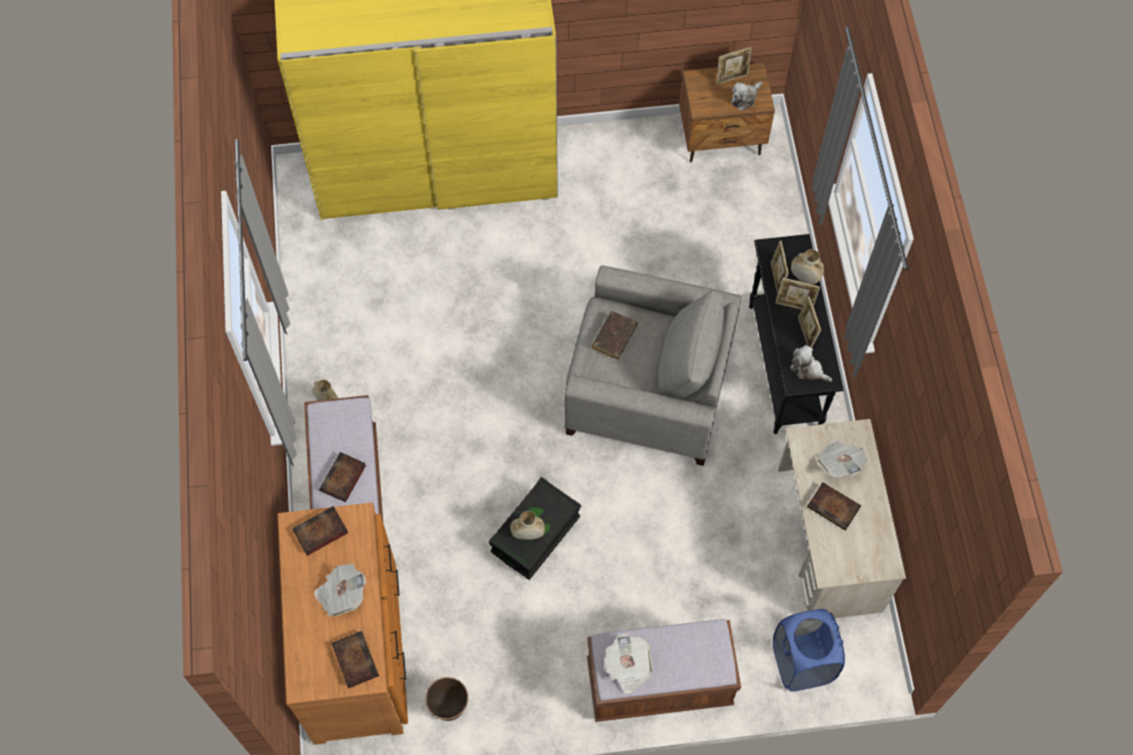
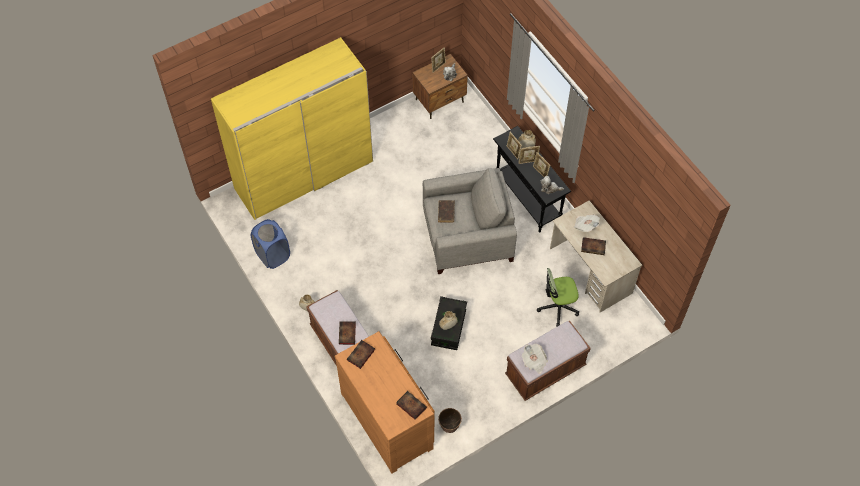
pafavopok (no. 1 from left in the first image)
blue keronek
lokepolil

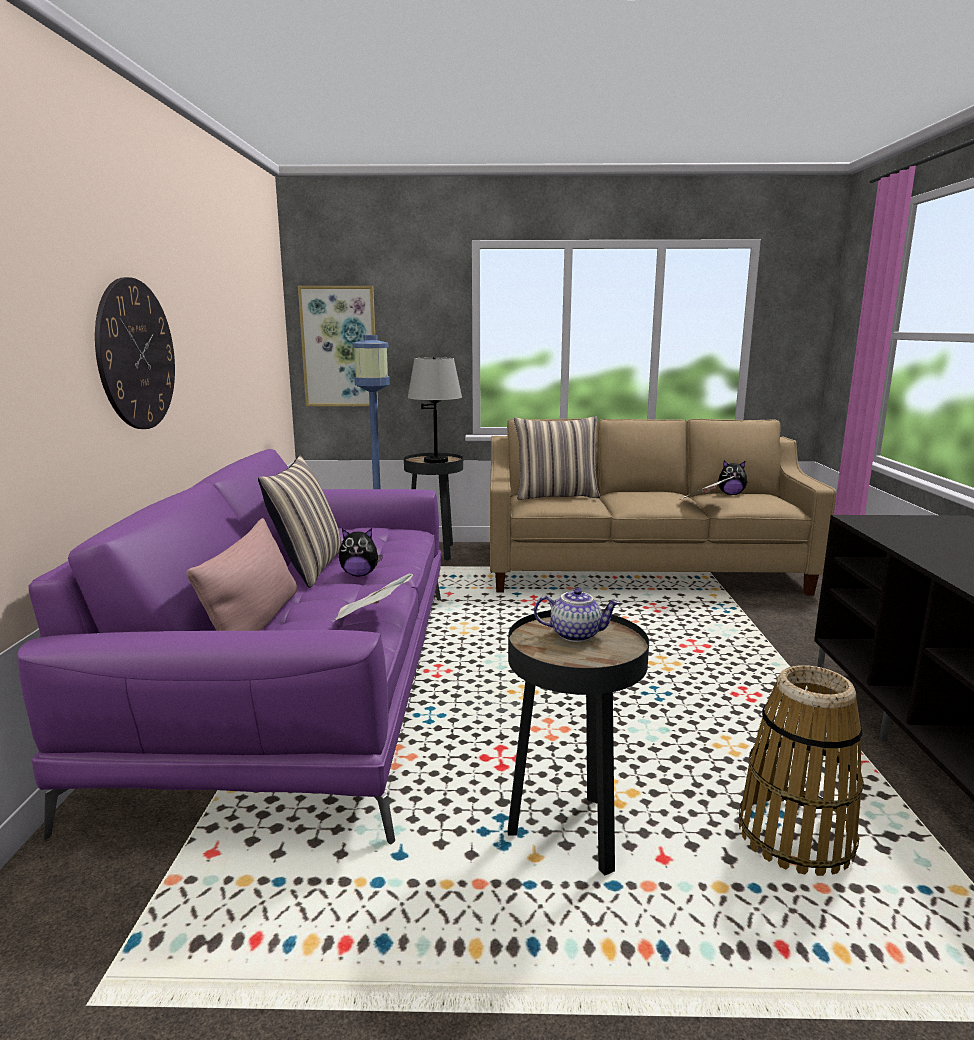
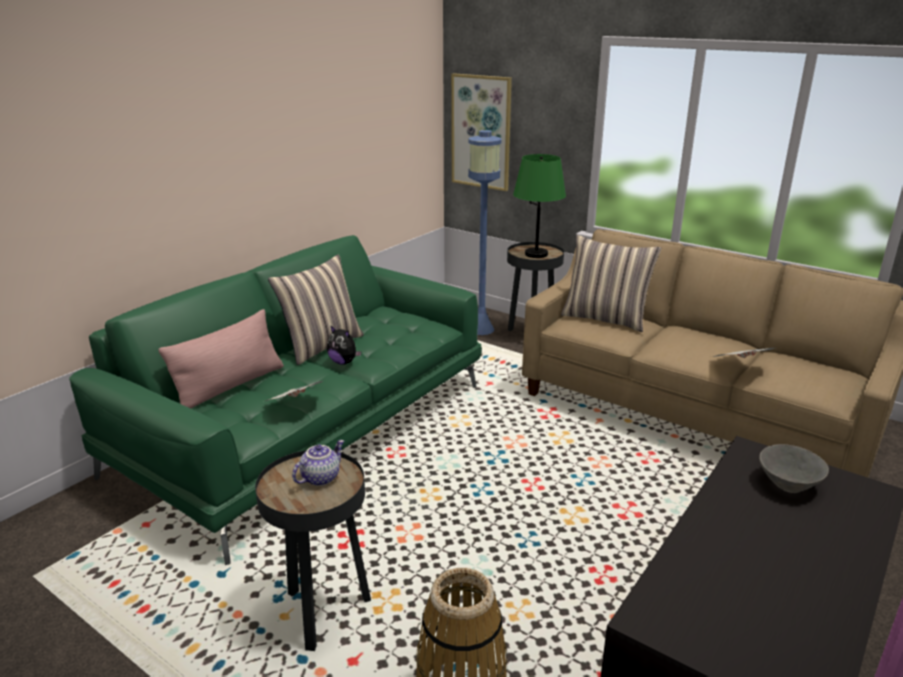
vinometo
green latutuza
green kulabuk
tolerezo (no. 2 from left in the first image)
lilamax
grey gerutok

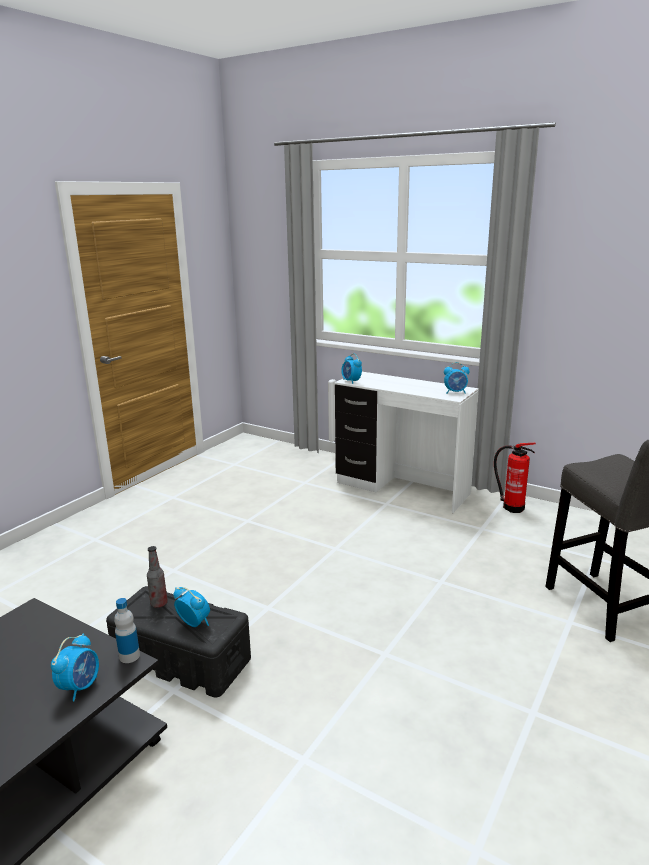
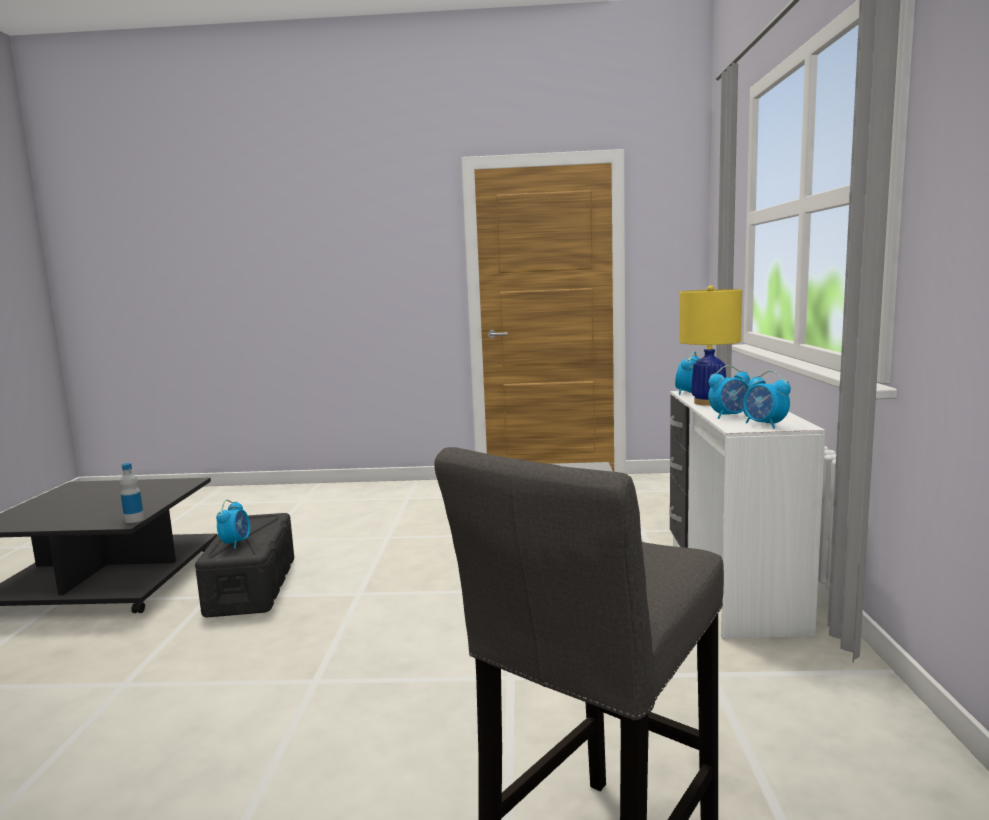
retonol
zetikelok (no. 2 from left in the first image)
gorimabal (no. 3 from left)
yellow latutuza

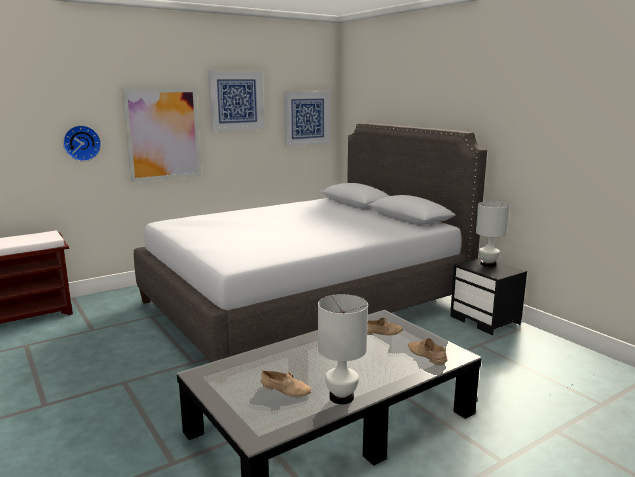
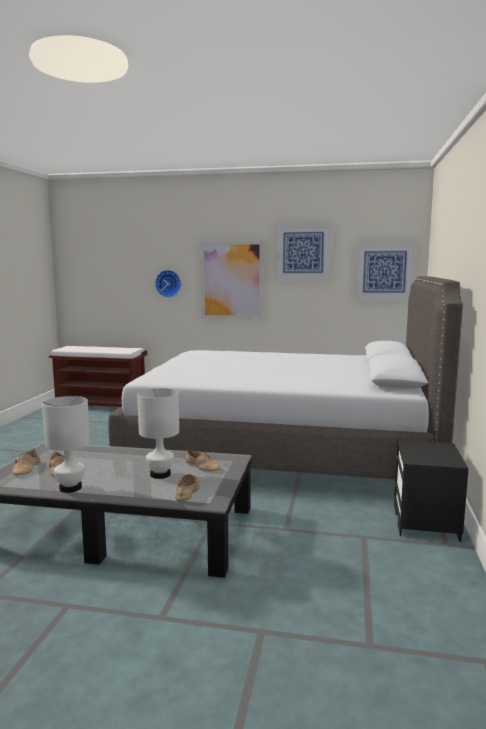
white latutuza (no. 2 from left)
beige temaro (no. 1 from left)

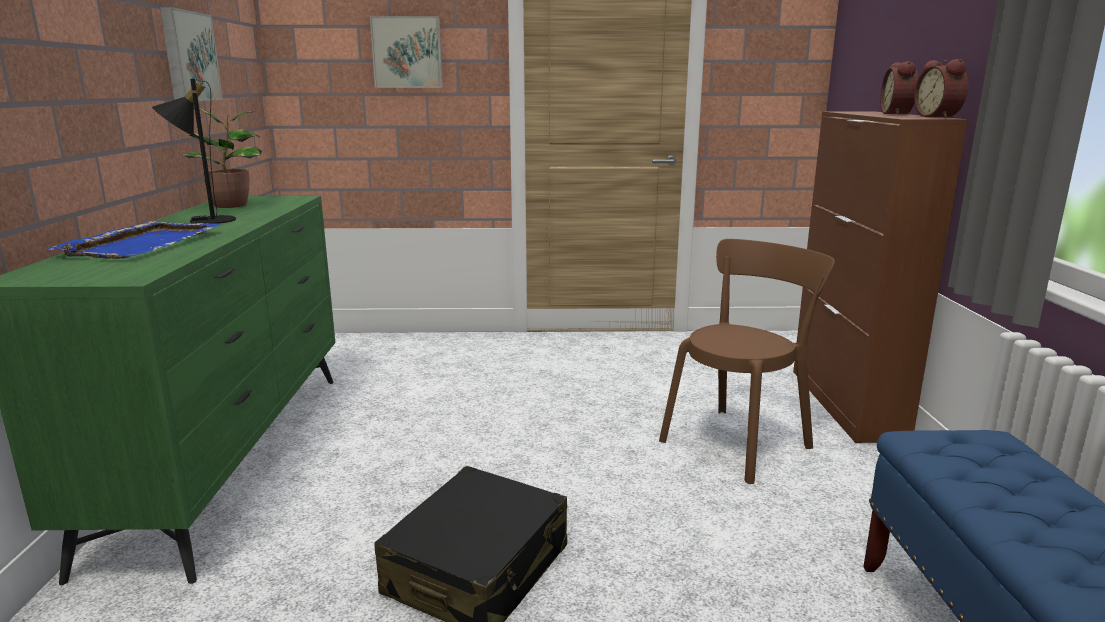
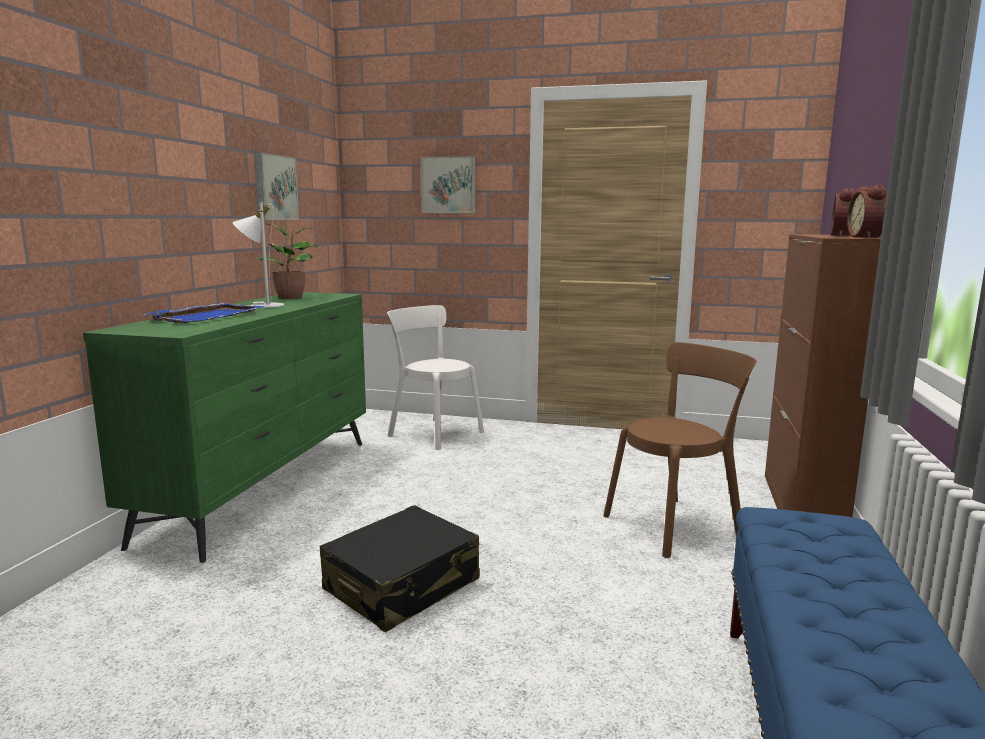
white latutuza
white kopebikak

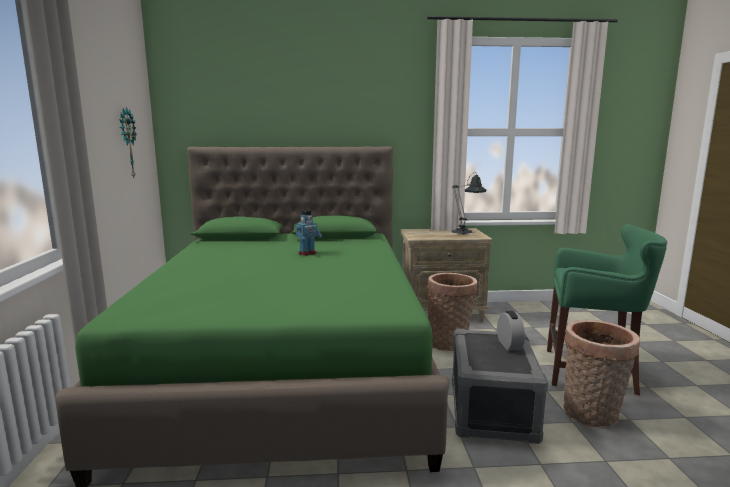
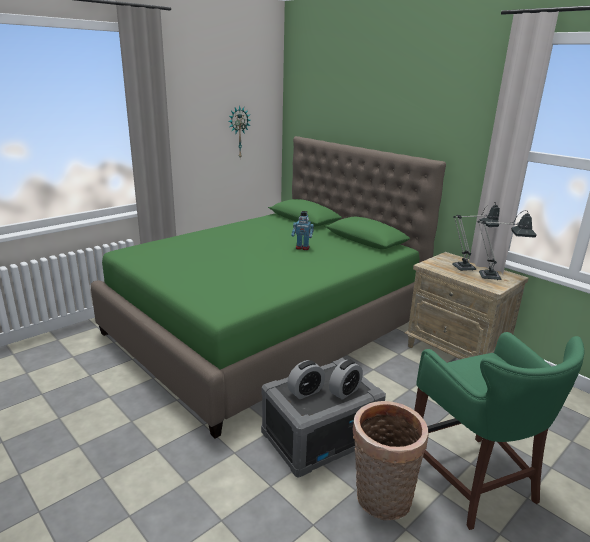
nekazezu (no. 1 from left in the first image)
latutuza (no. 1 from left)
gorimabal (no. 1 from left)

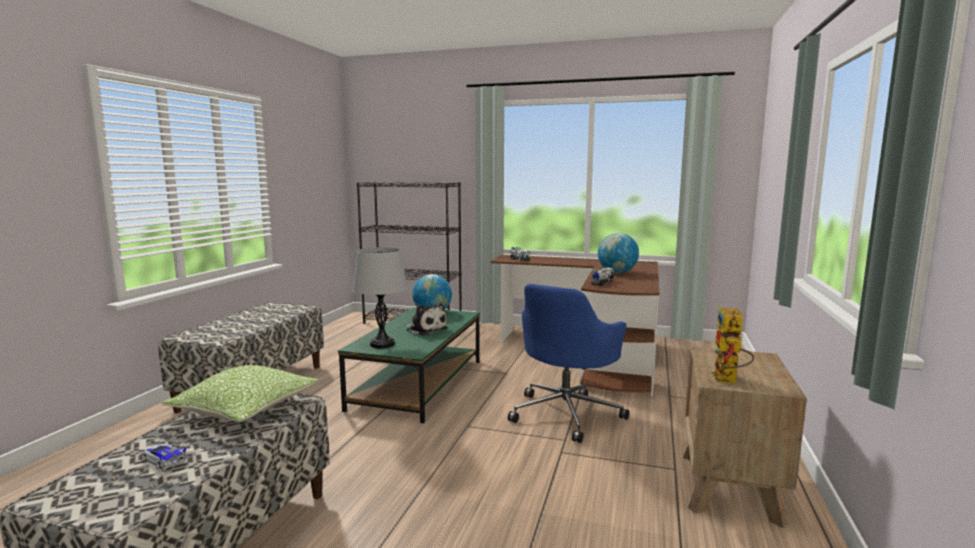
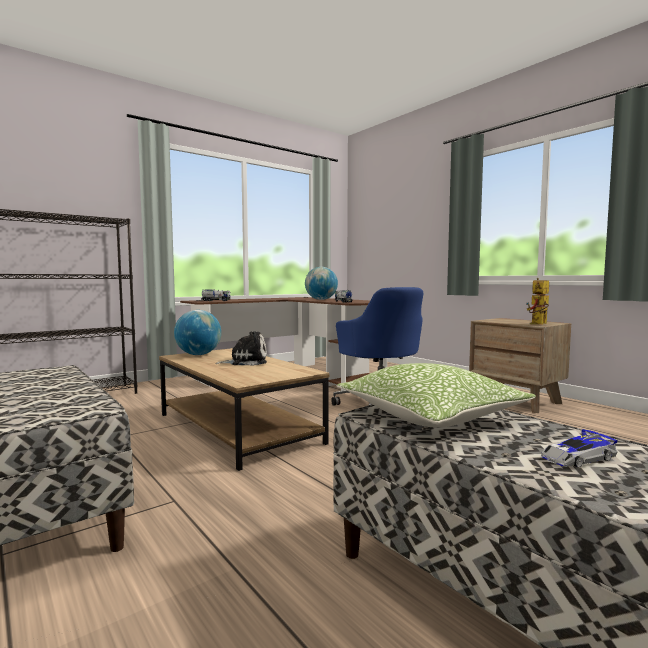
grey latutuza
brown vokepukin
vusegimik

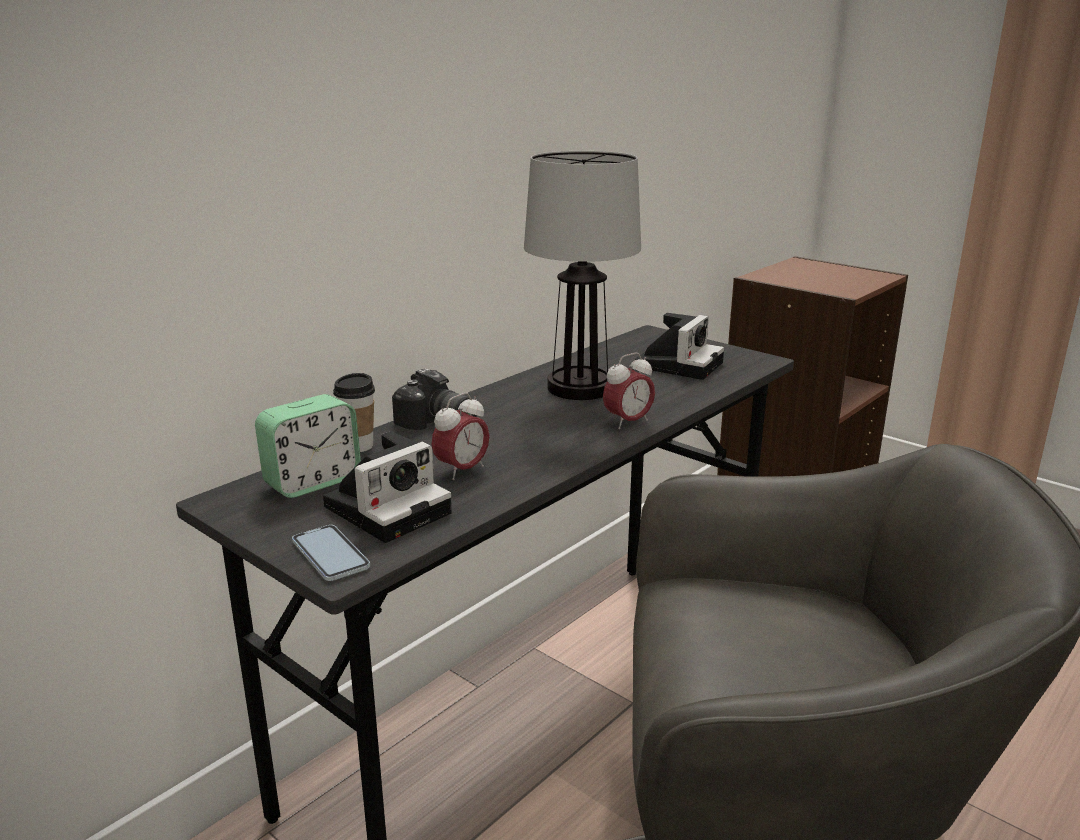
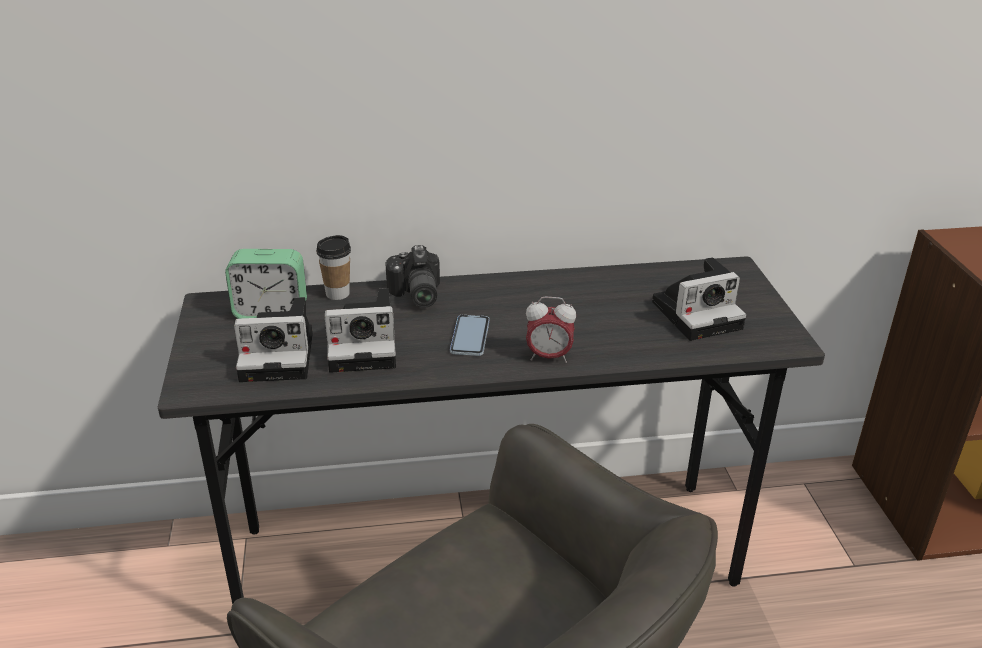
latutuza
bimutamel (no. 2 from left)
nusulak

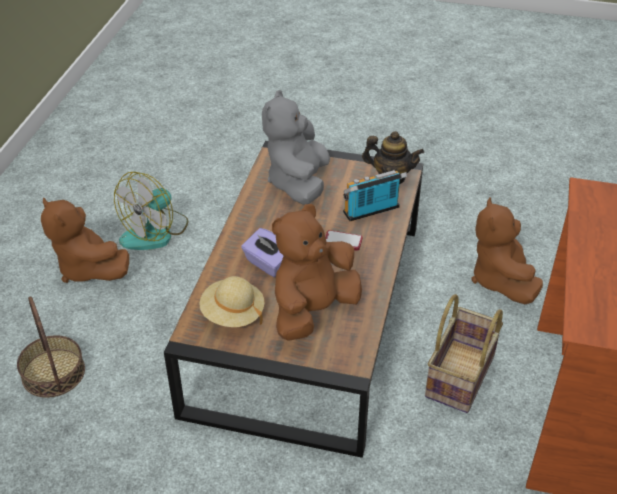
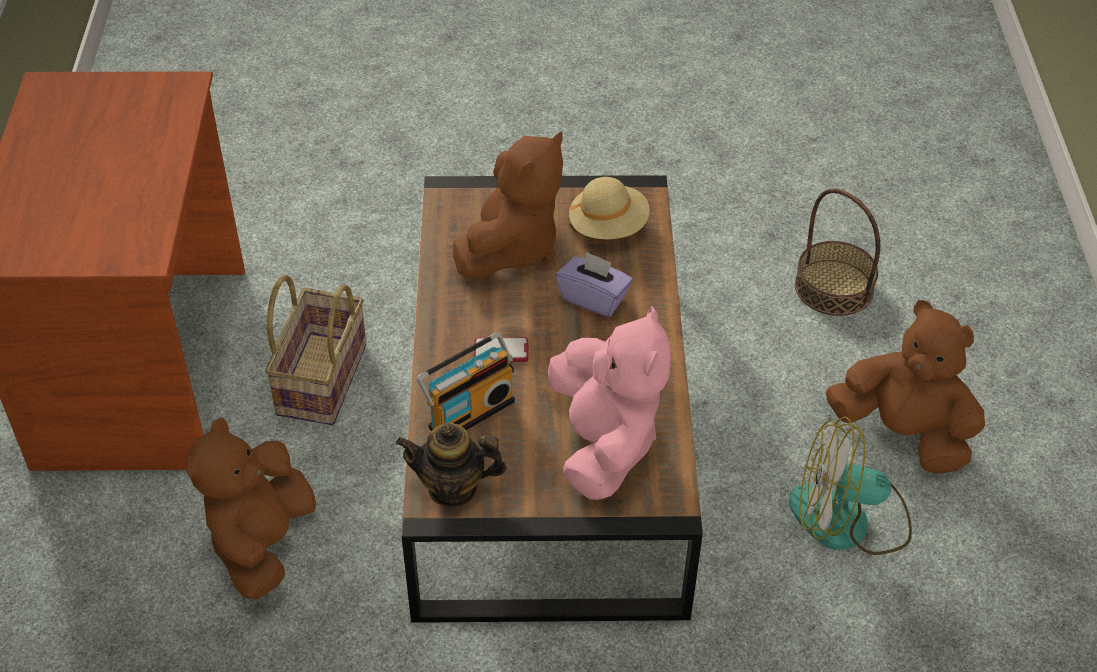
pink tolerezo
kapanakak
brown tolerezo (no. 1 from left)

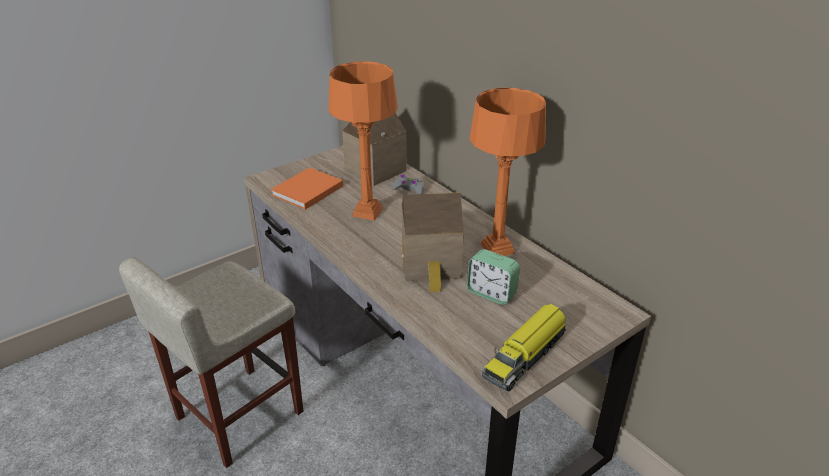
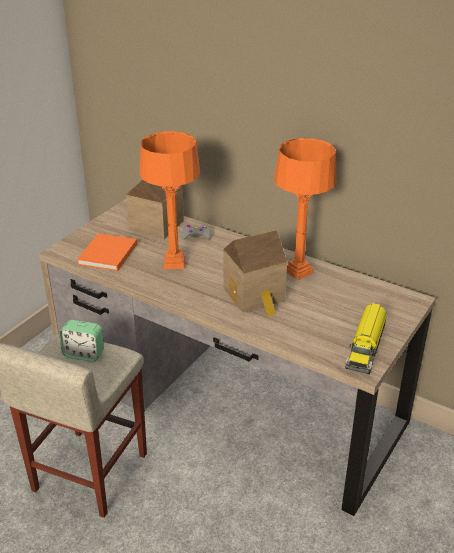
gorimabal

